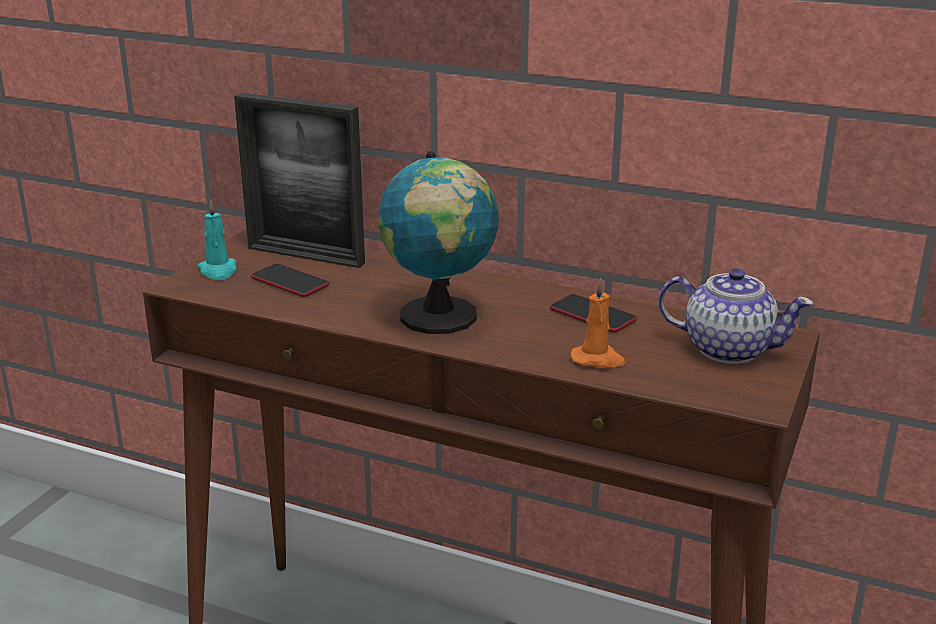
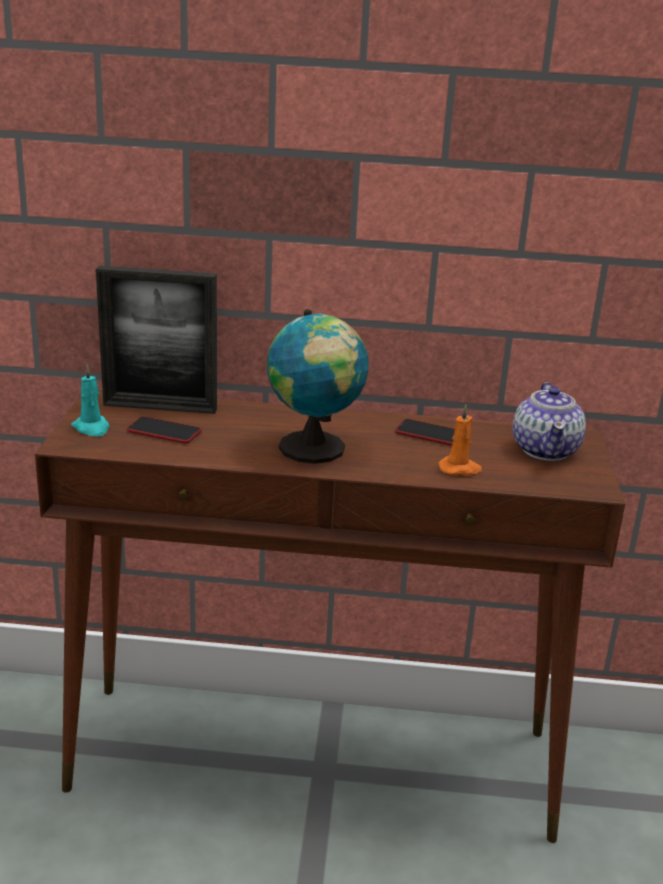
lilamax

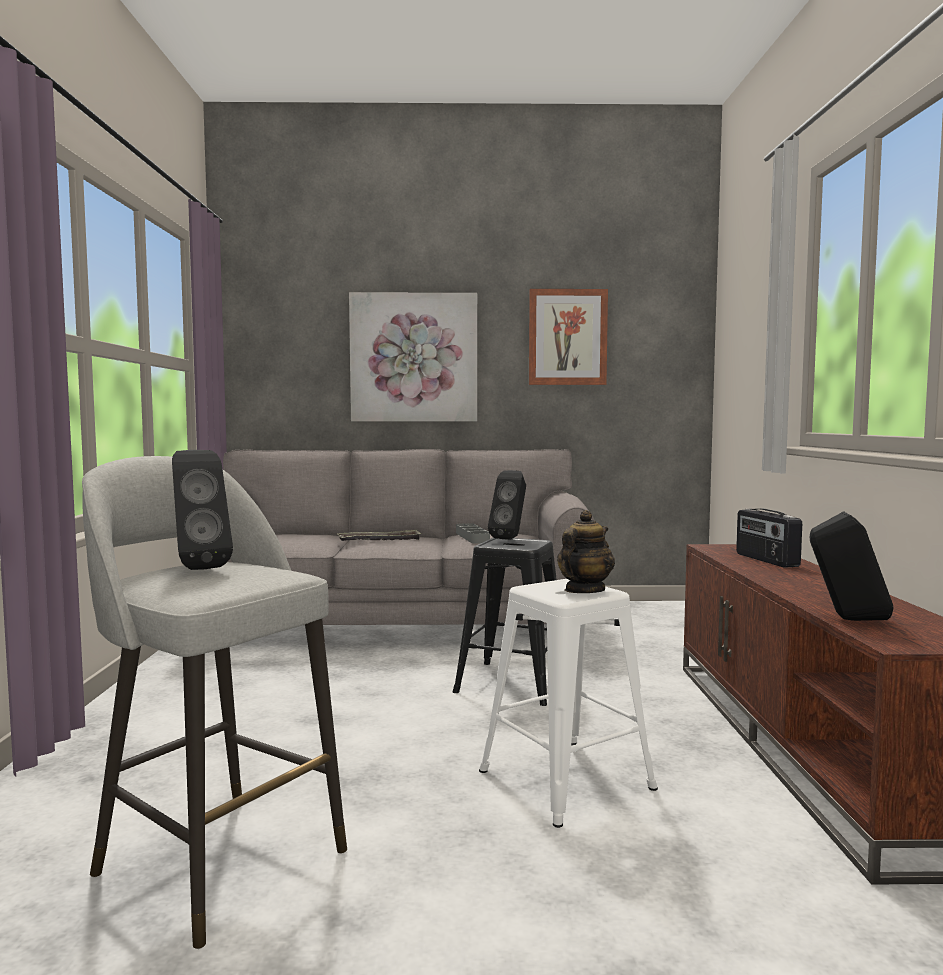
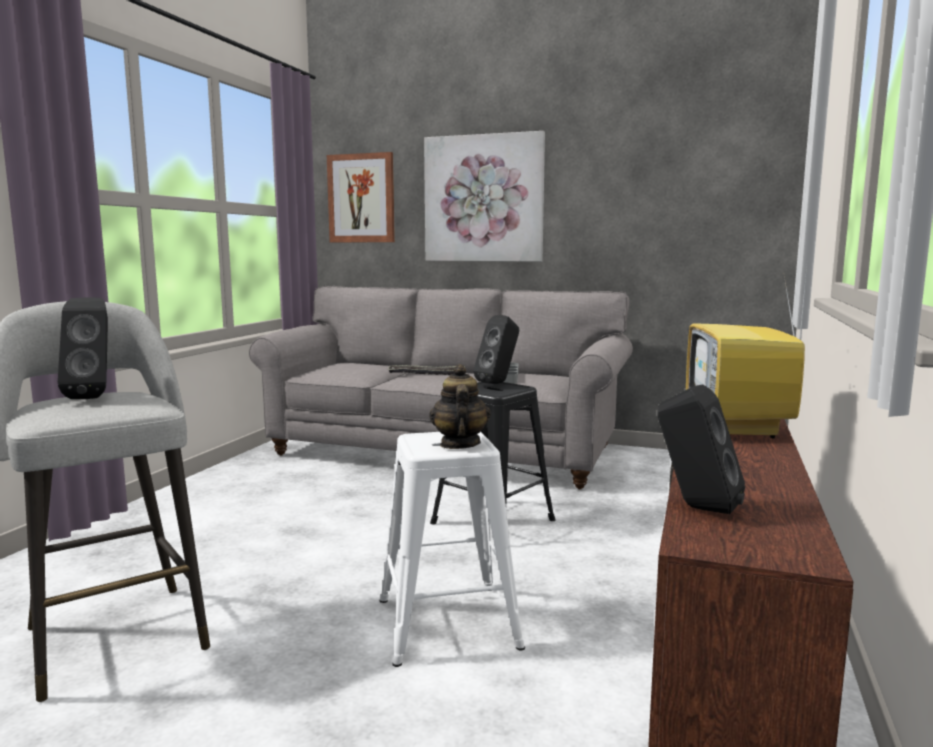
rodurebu (no. 1 from left)
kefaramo
lilamax

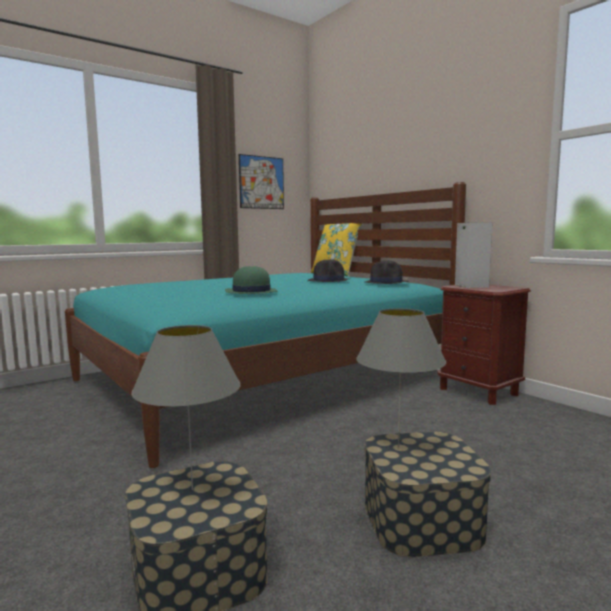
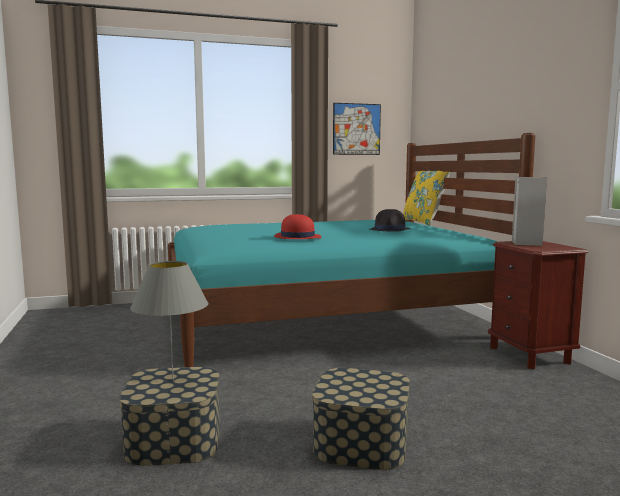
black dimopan (no. 2 from left in the first image)
red dimopan
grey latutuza (no. 2 from left in the first image)

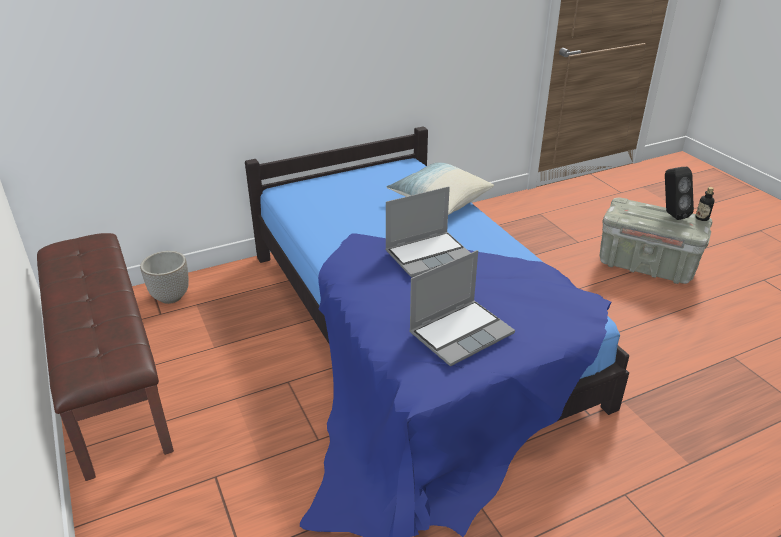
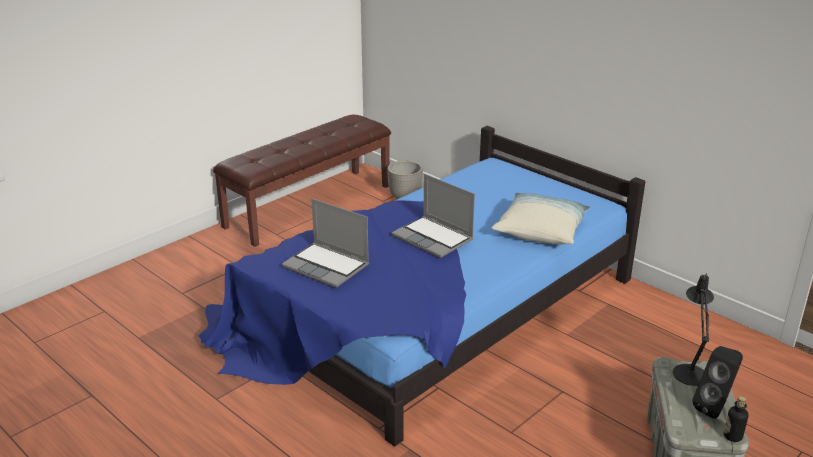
black latutuza

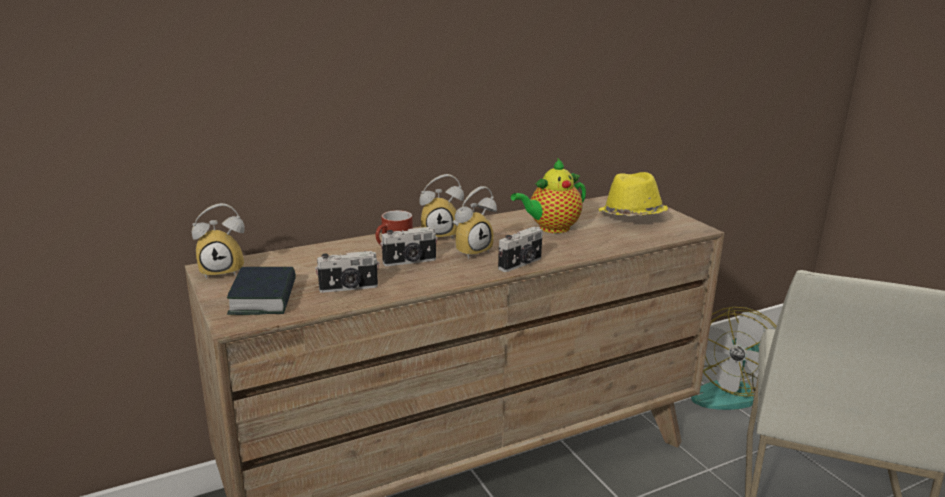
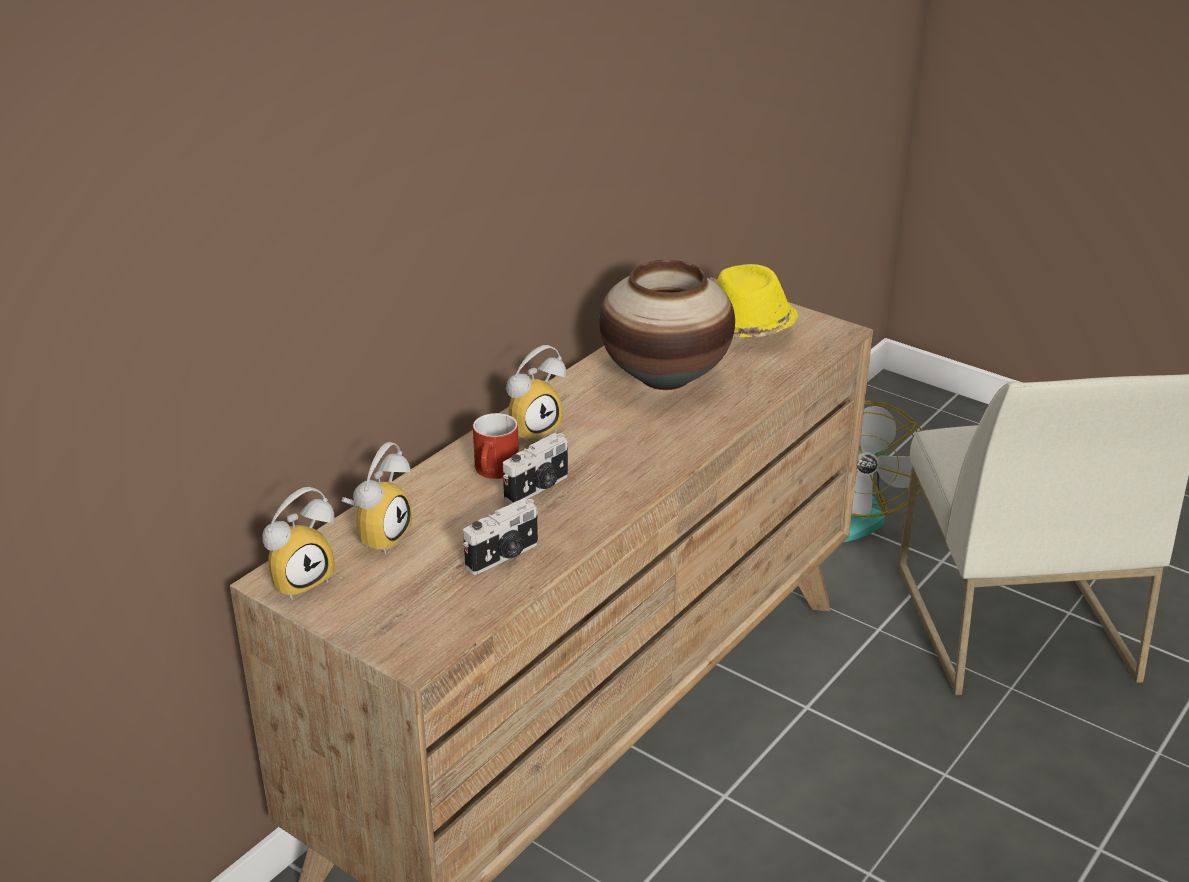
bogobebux
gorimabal (no. 2 from left)
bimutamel (no. 3 from left in the first image)
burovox

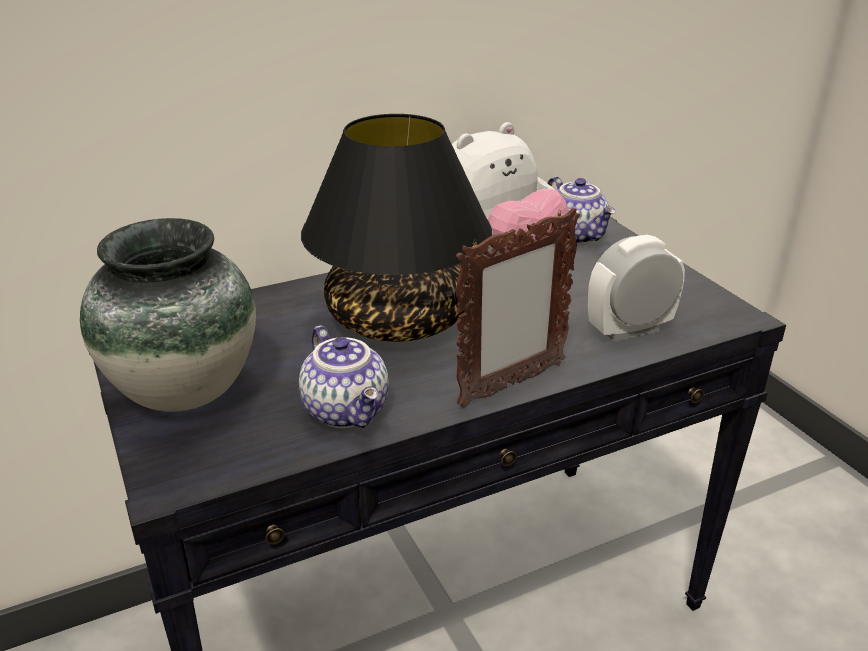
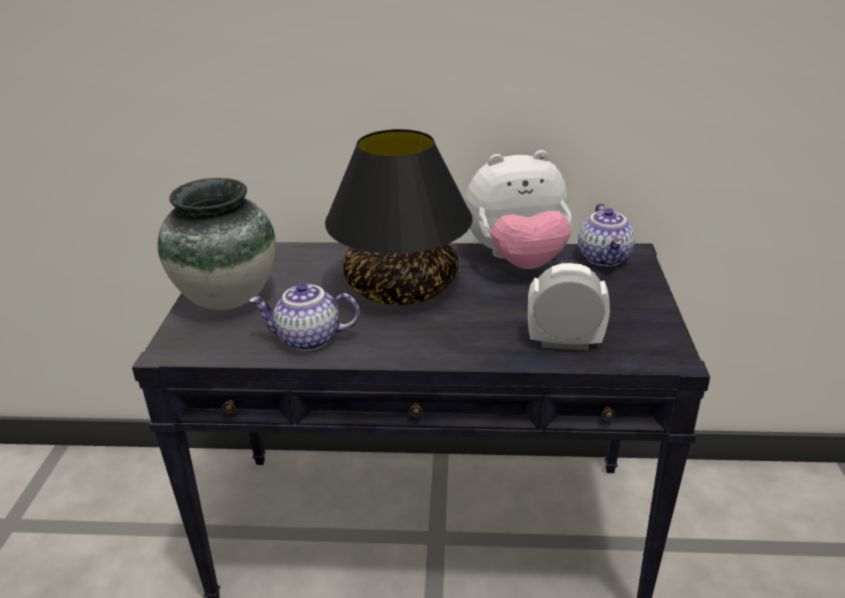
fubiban
lilamax (no. 1 from left)

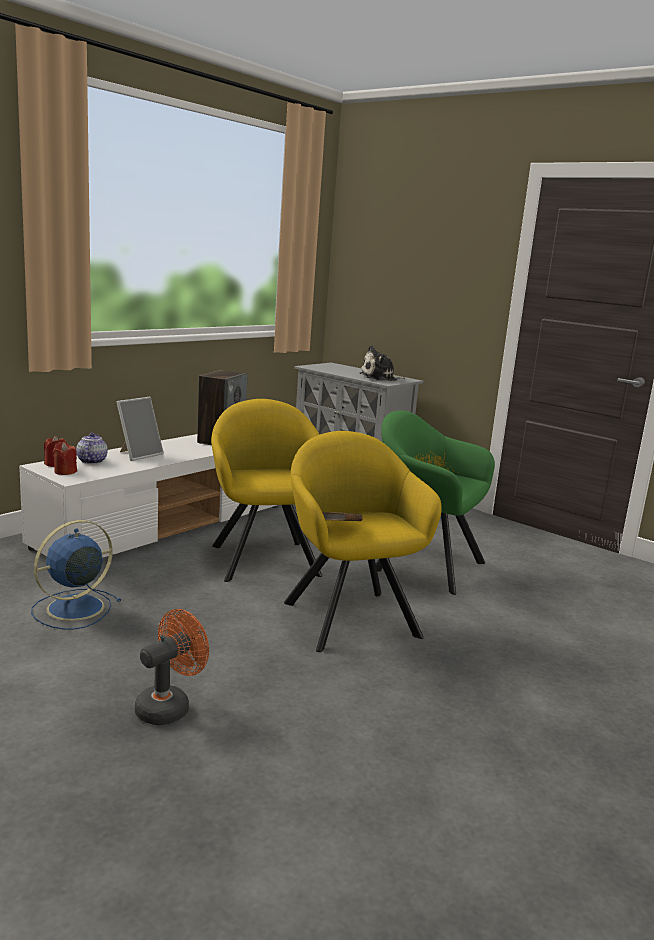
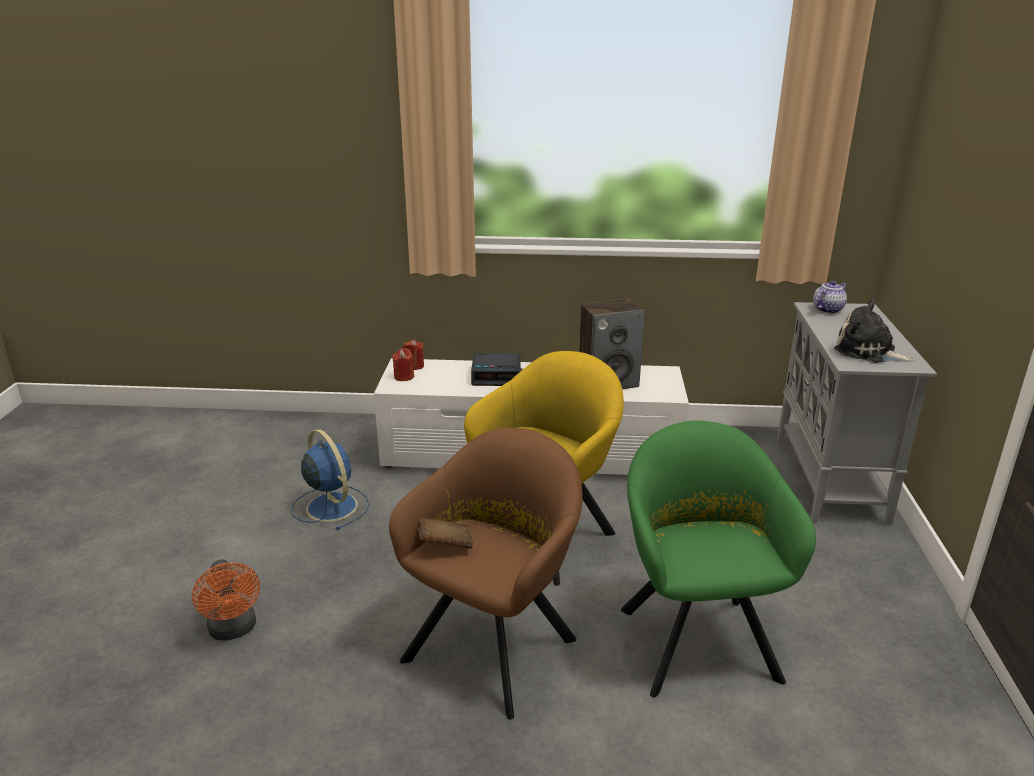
gorimabal
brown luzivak
lilamax
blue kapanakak
orange kapanakak

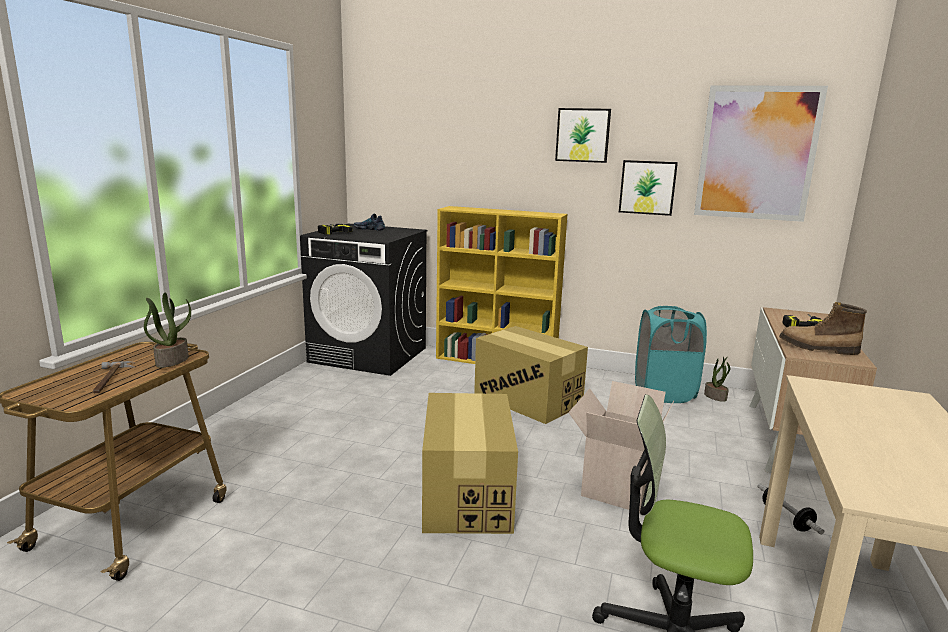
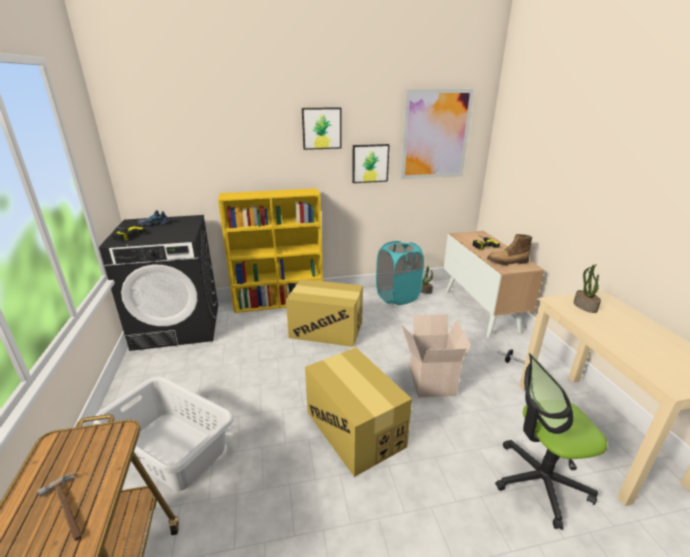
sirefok (no. 2 from left)
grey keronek

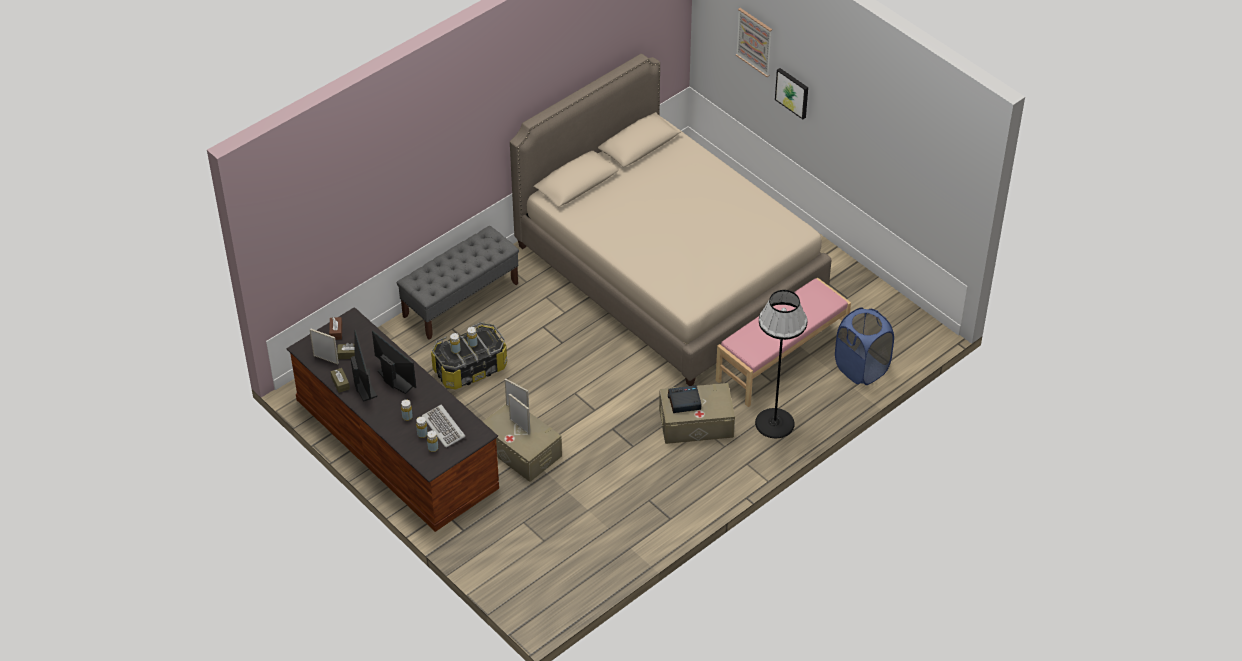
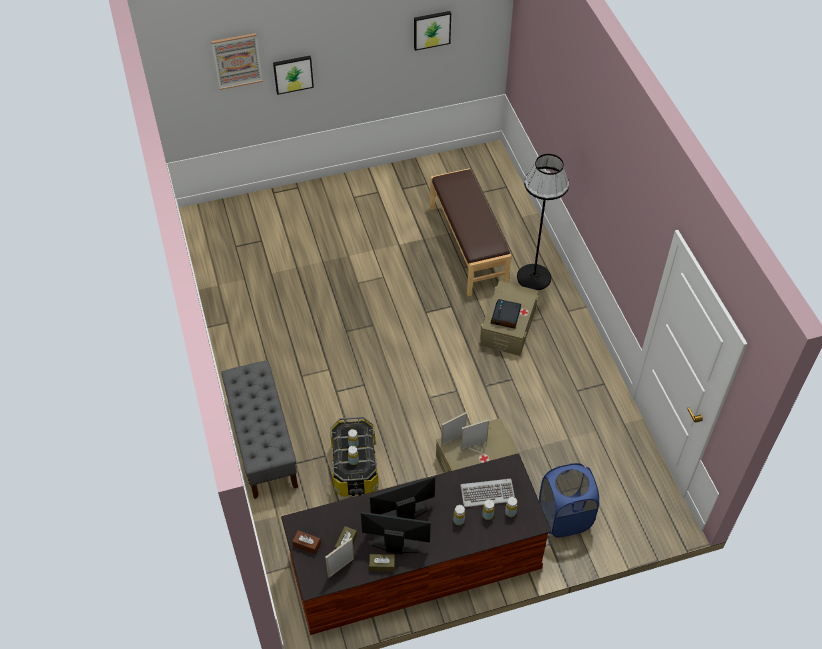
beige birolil
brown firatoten
blue keronek
rodurebu (no. 3 from left)

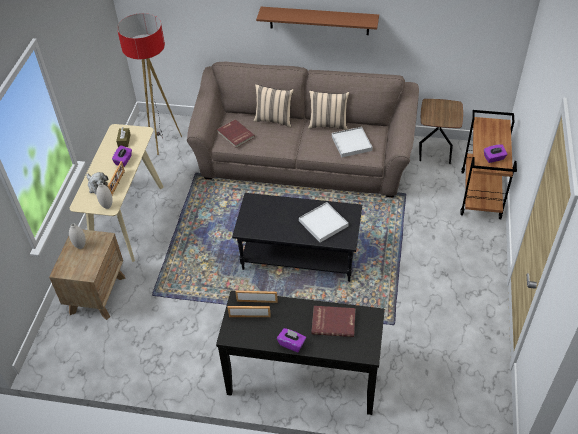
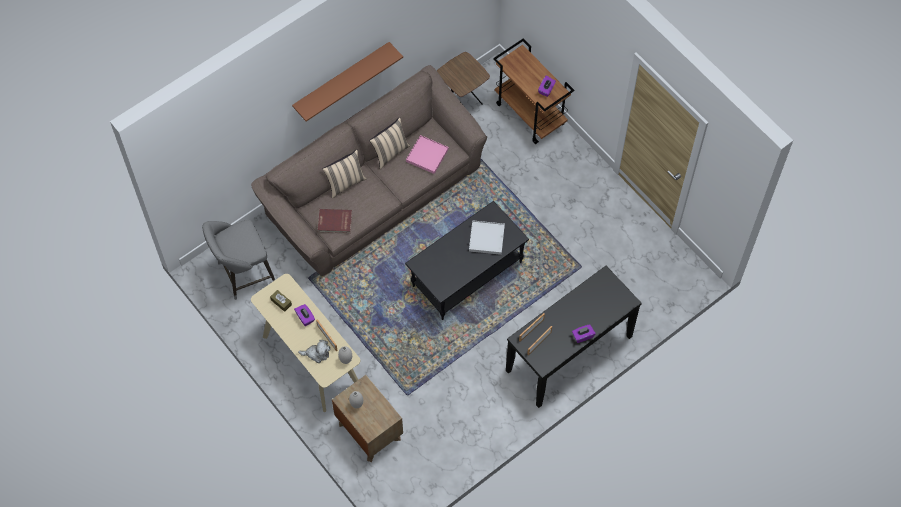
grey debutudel
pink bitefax
red burovox (no. 2 from left in the first image)

